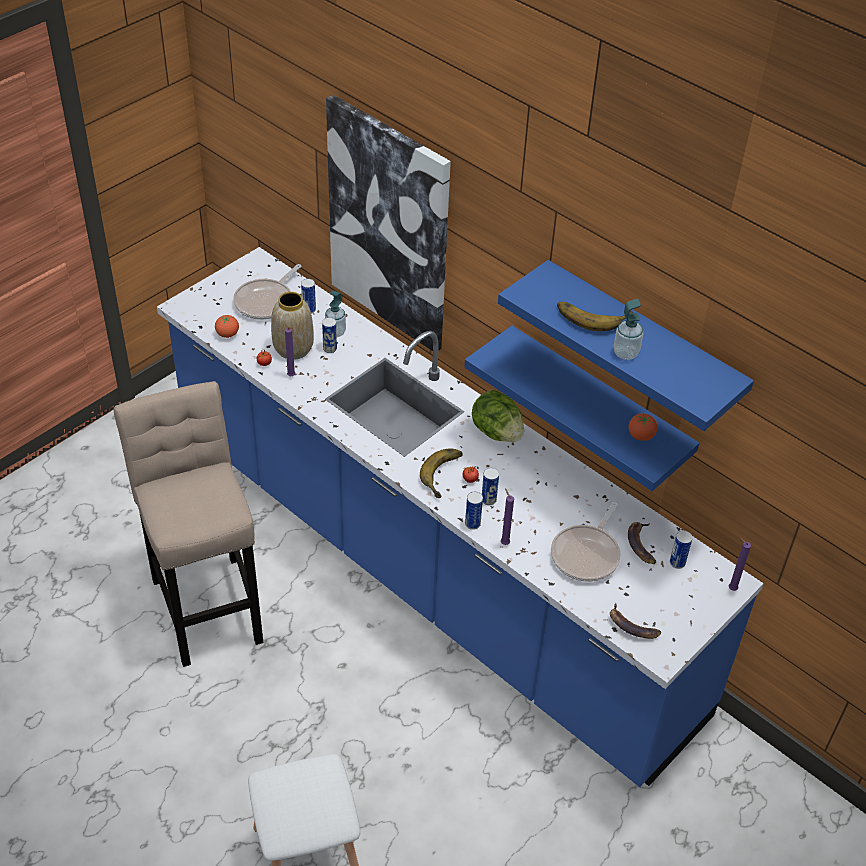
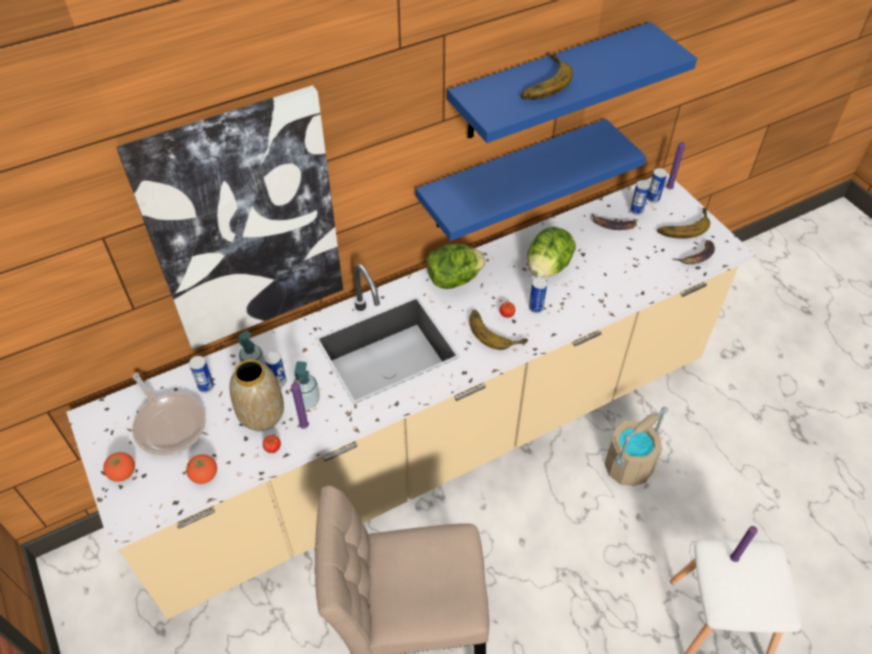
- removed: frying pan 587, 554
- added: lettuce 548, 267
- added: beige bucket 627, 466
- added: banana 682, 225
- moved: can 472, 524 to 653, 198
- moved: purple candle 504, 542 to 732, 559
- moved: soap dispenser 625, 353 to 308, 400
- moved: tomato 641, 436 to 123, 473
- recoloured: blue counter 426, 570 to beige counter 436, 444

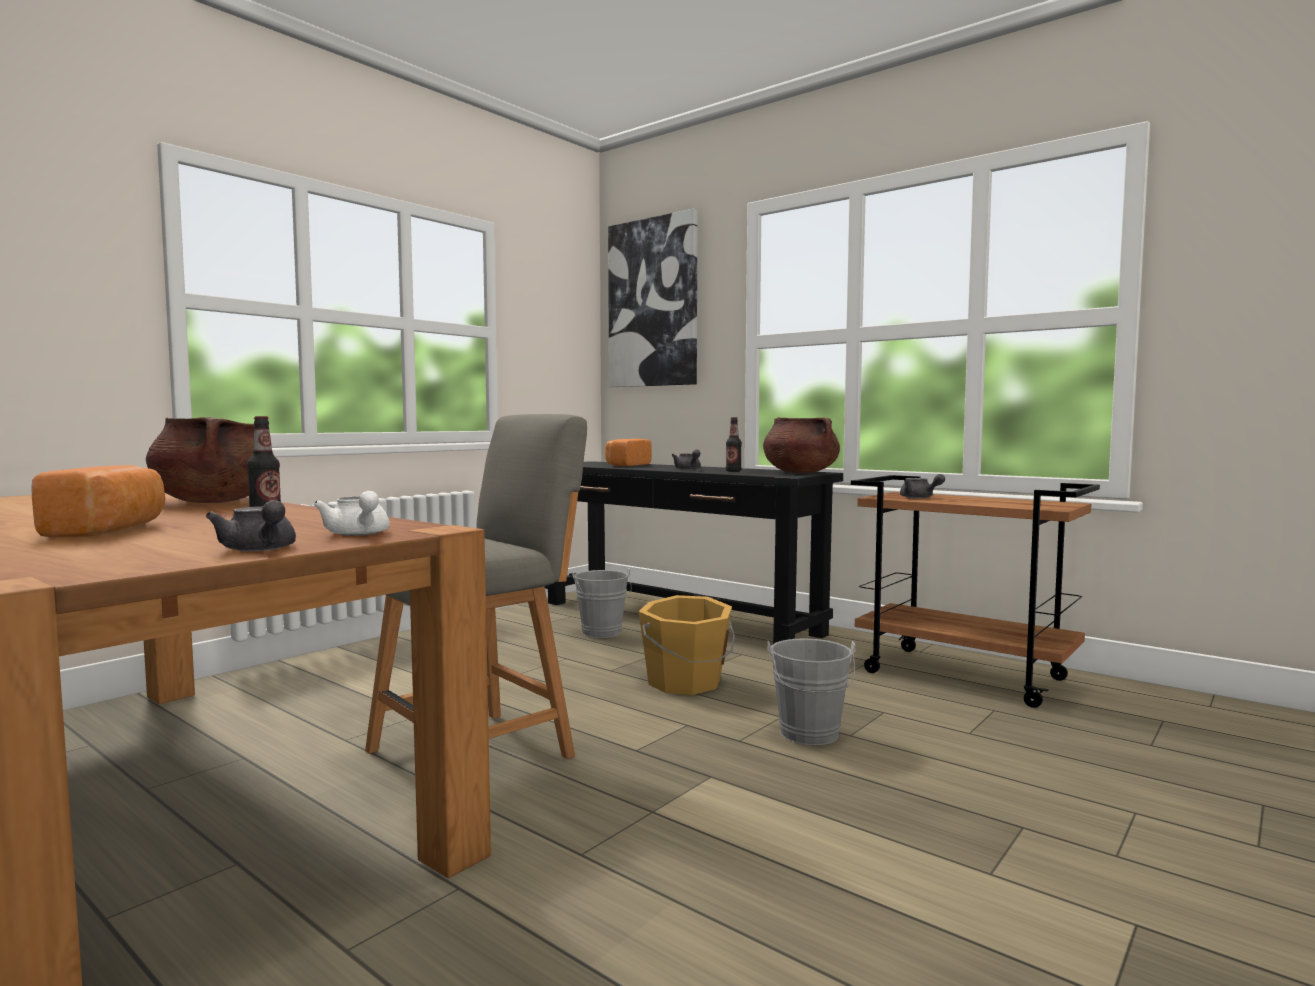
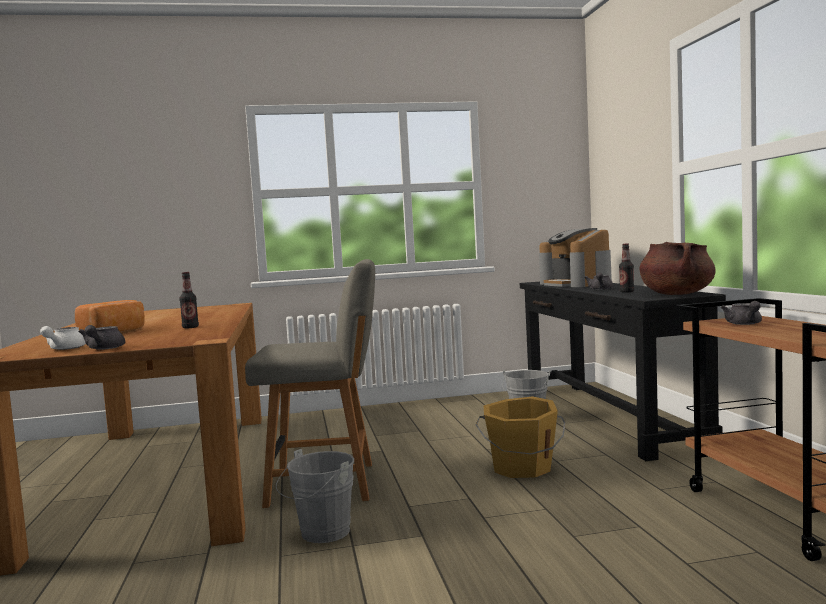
- removed: brown cooking pot 215, 502
- removed: picture 653, 303
- moved: white teapot 358, 535 to 63, 349
- moved: grey bucket 810, 736 to 321, 534
- replaced: bread 626, 465 to coffee machine 576, 284

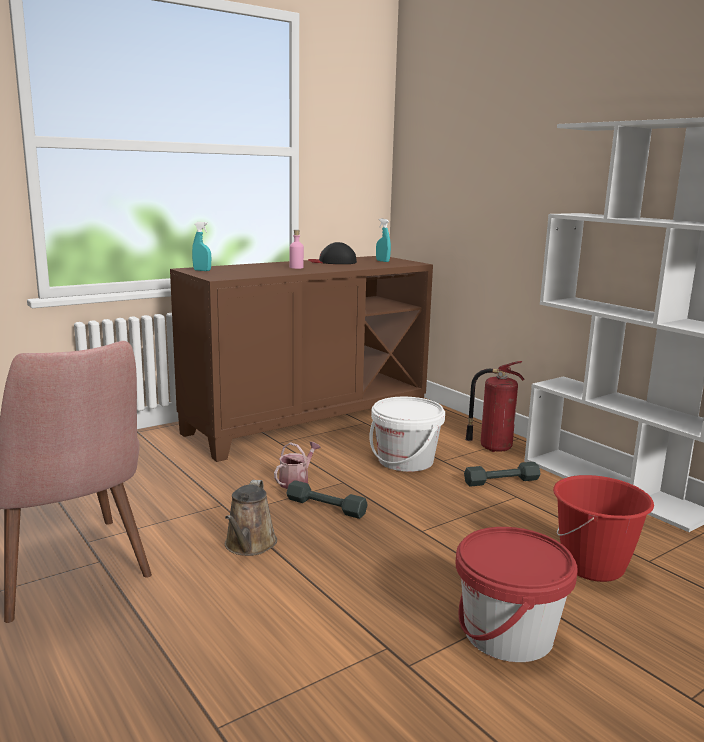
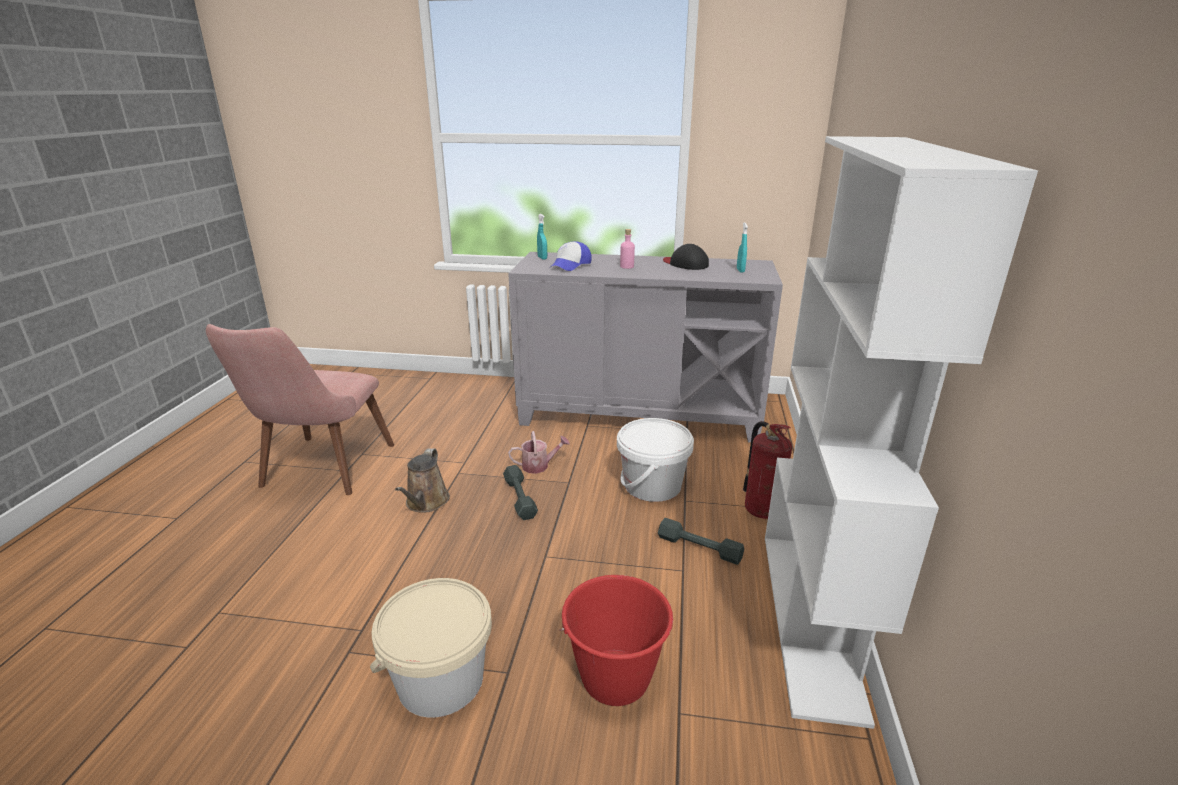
- added: cap 570, 265
- recoloured: brown cabinet 307, 422 to grey cabinet 639, 414
- recoloured: red bucket 508, 633 to beige bucket 440, 680
- turned: brown watering can 249, 545 = 426, 503 45 degrees counterclockwise

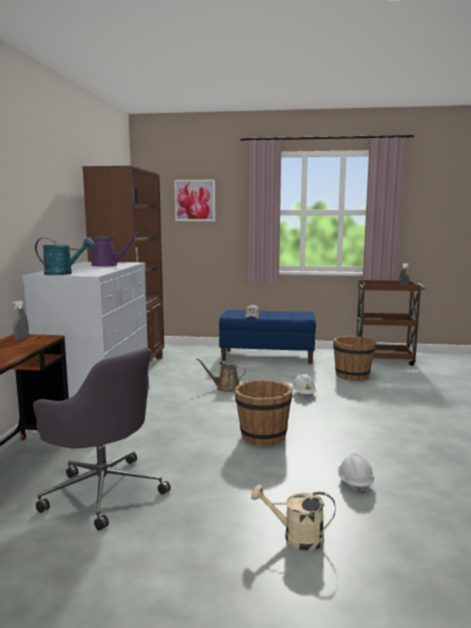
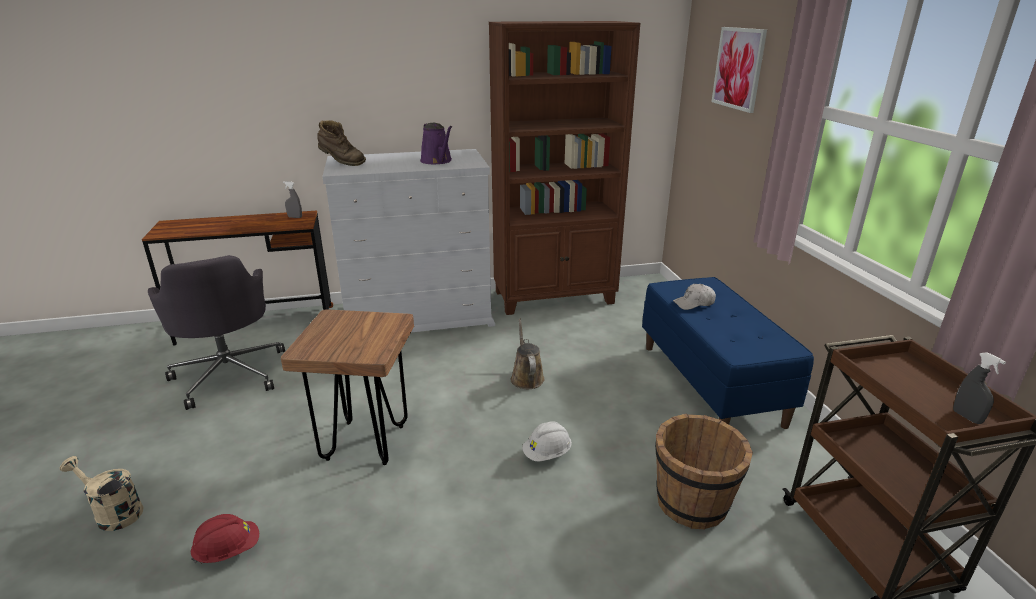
- replaced: turquoise watering can 63, 273 to brown boot 341, 163
- replaced: brown bucket 262, 436 to brown stool 366, 442
- recoloured: white hard hat 354, 483 to red hard hat 228, 550
- turned: grey office chair 103, 490 = 230, 374 45 degrees counterclockwise
- turned: beige watering can 296, 537 = 113, 513 60 degrees counterclockwise

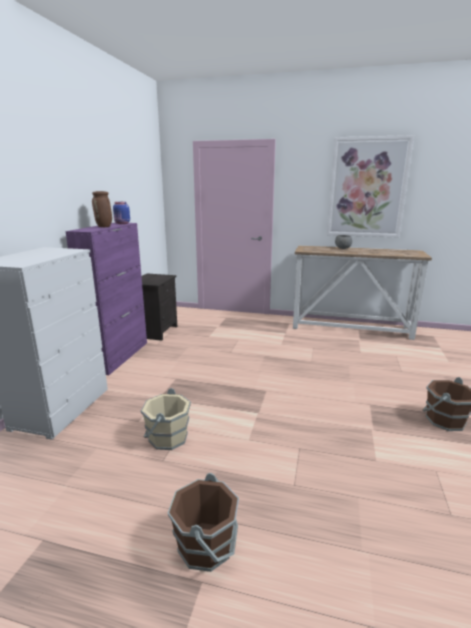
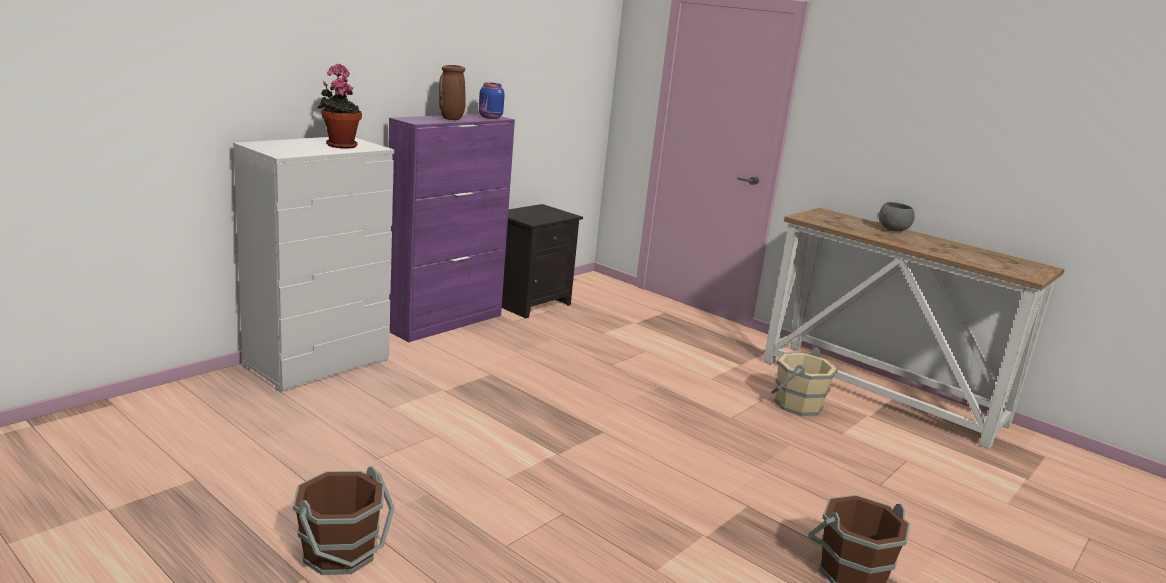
- removed: picture 367, 188
- added: potted plant 339, 145
- moved: beige bucket 167, 437 to 797, 404

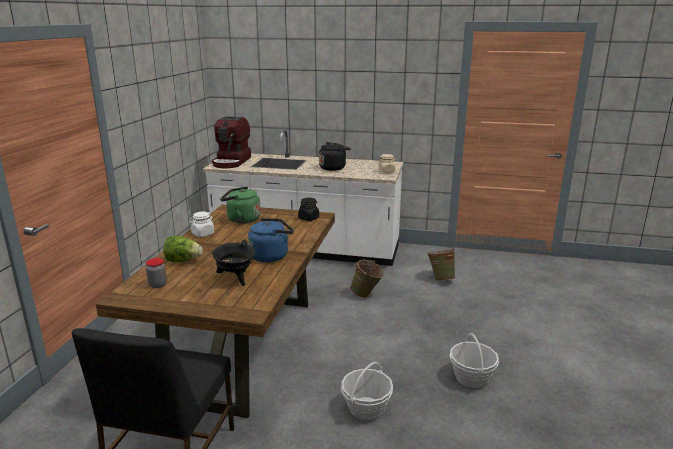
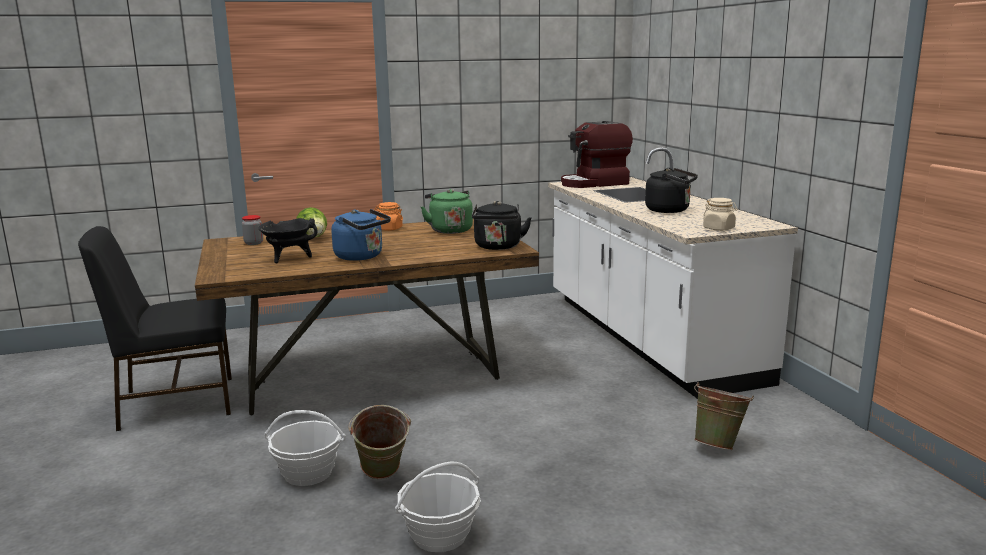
- moved: green bucket 367, 295 to 382, 477
- replaced: black jar 308, 218 to black kettle 498, 247
- recoloured: white jar 203, 234 to orange jar 389, 229

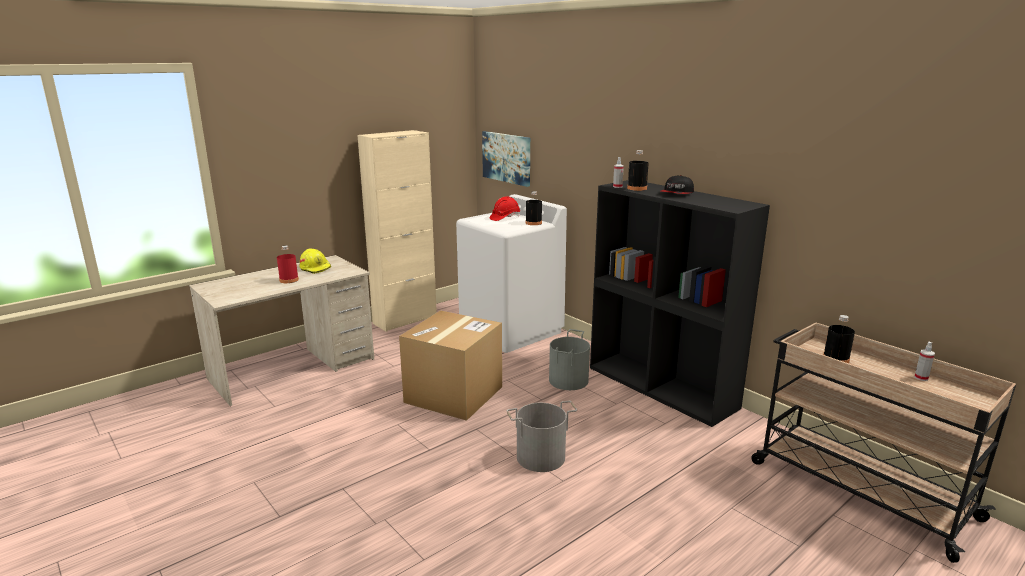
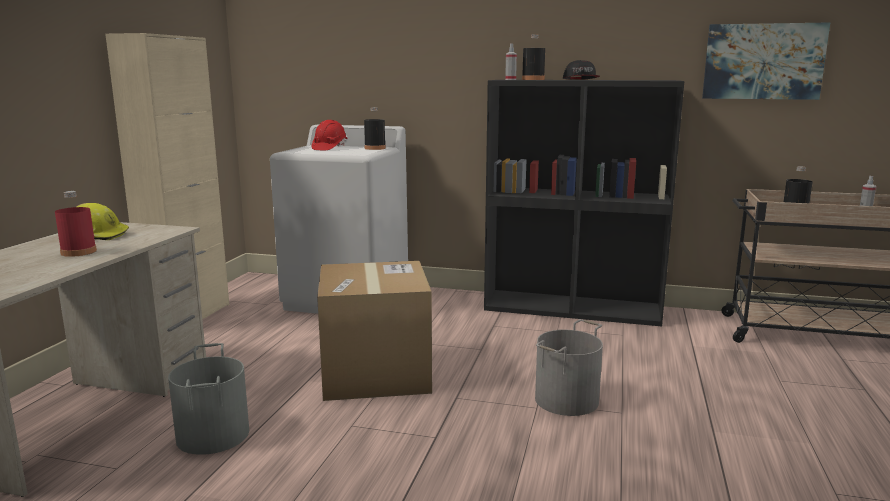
- moved: picture 507, 158 to 763, 61
- moved: grey bucket 569, 380 to 214, 435

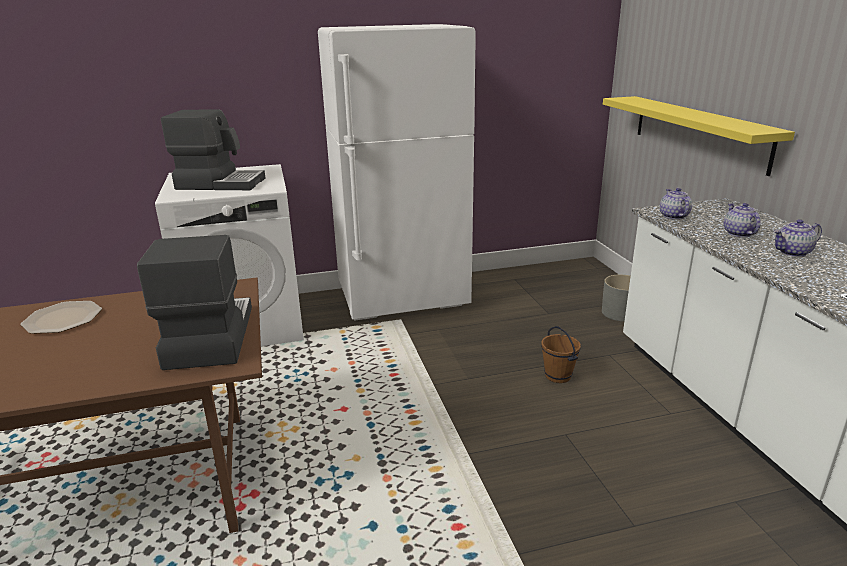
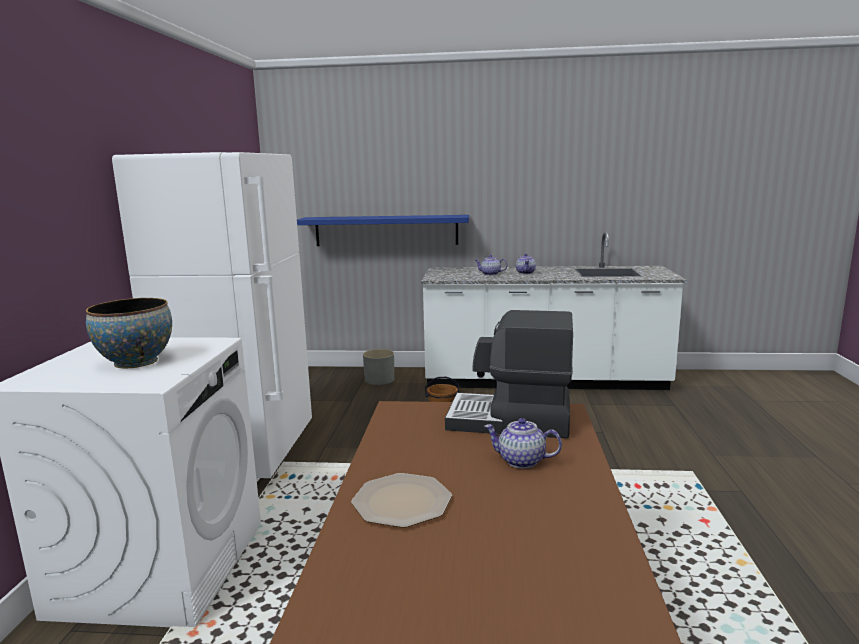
- moved: teapot 673, 216 to 521, 461
- replaced: coffee machine 220, 183 to bowl 136, 362
- recoloured: yellow shelf 698, 131 to blue shelf 386, 230

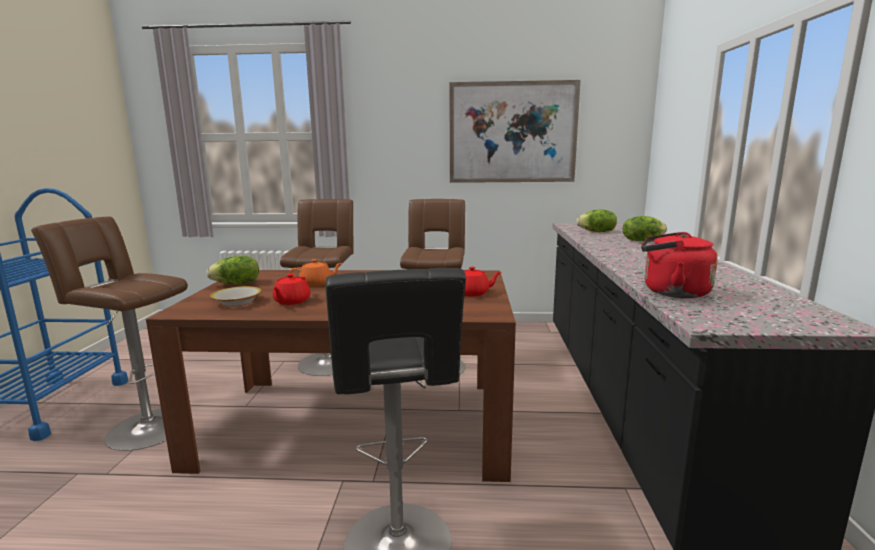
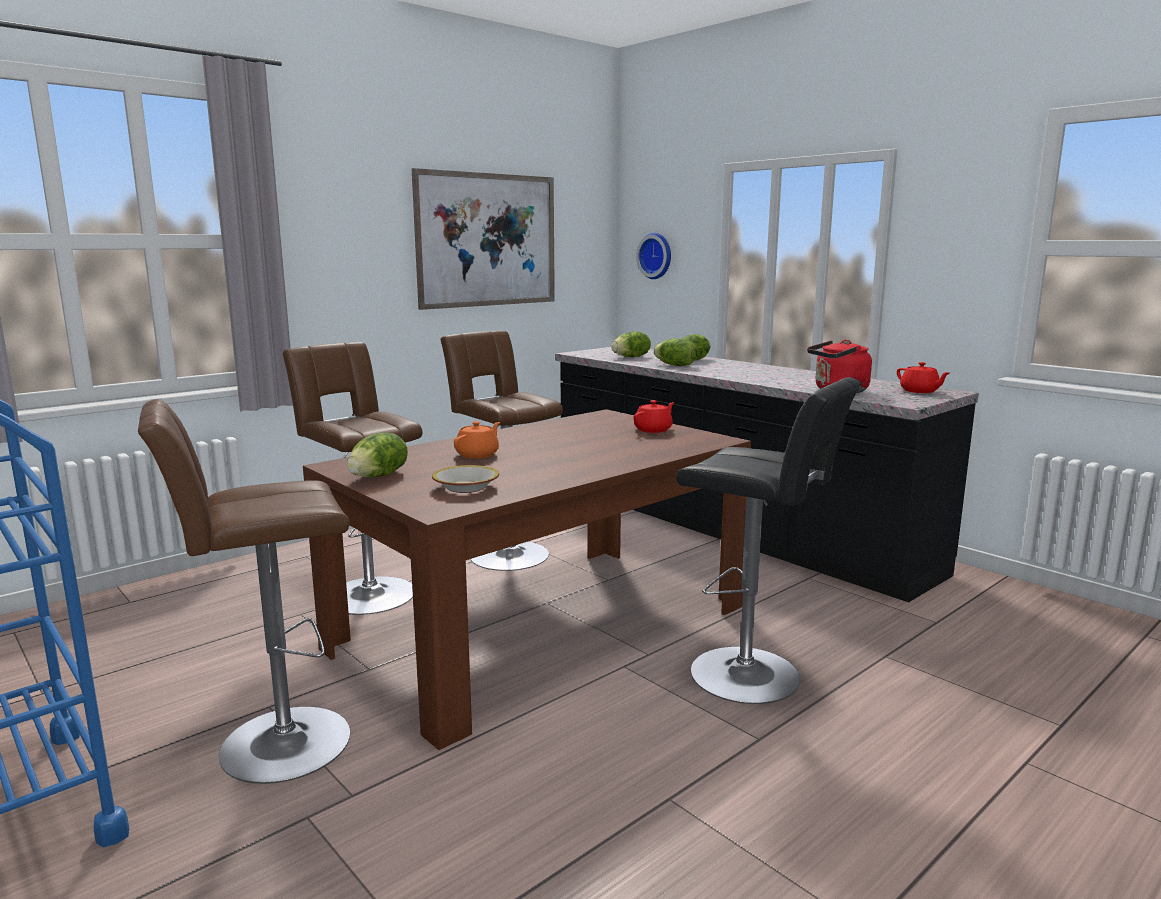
- added: wall clock 656, 256
- added: lettuce 675, 365
- moved: red teapot 291, 301 to 920, 391

